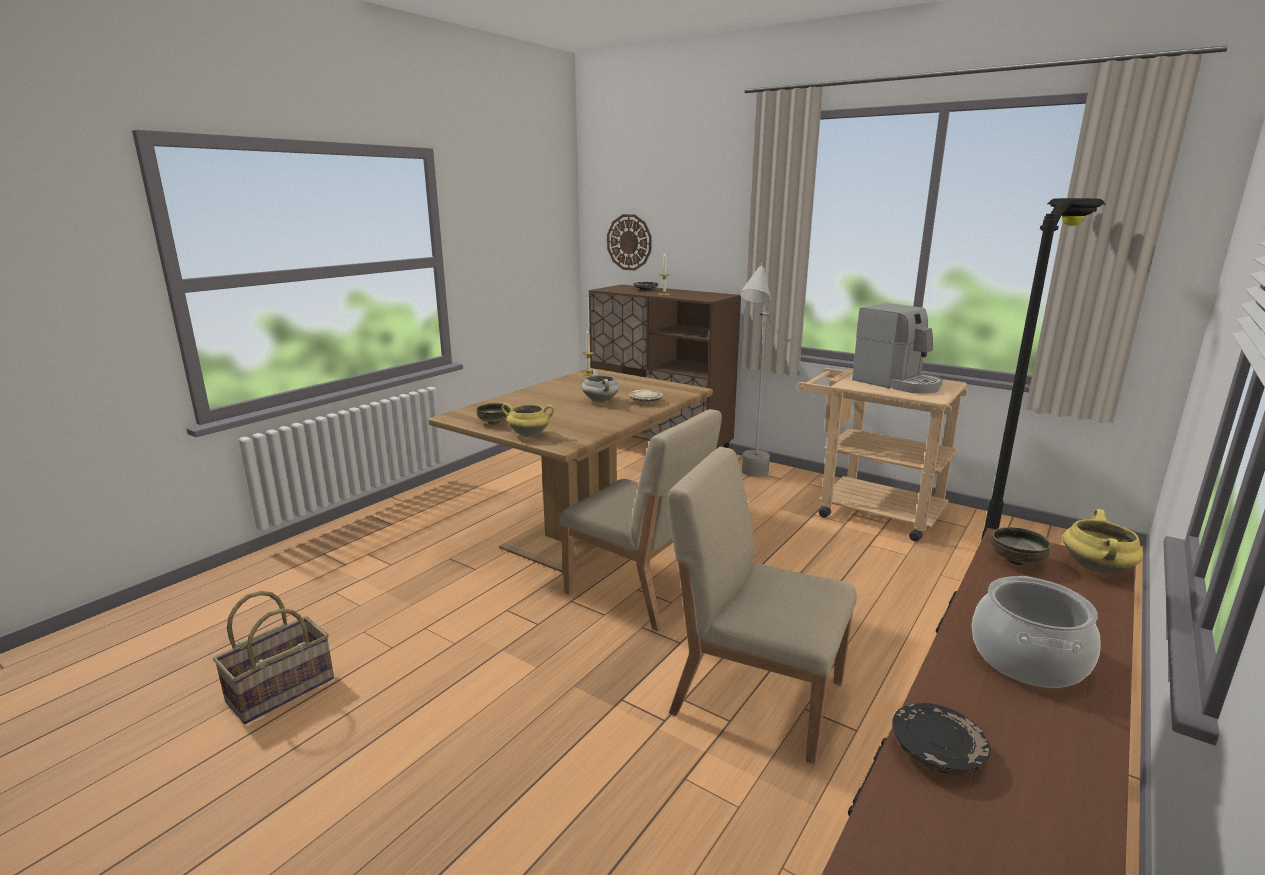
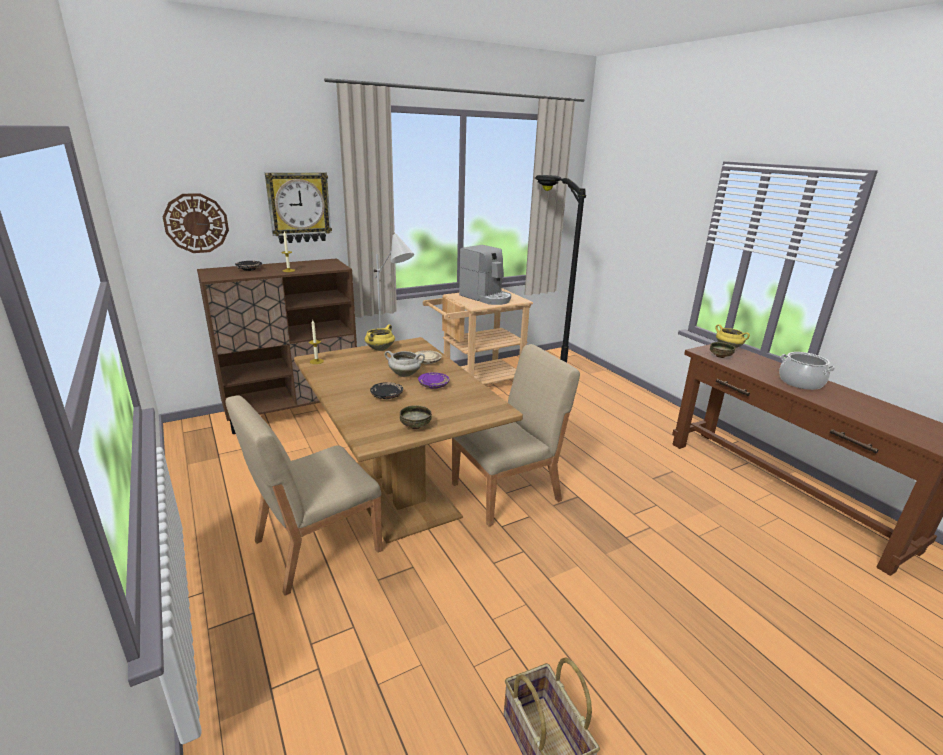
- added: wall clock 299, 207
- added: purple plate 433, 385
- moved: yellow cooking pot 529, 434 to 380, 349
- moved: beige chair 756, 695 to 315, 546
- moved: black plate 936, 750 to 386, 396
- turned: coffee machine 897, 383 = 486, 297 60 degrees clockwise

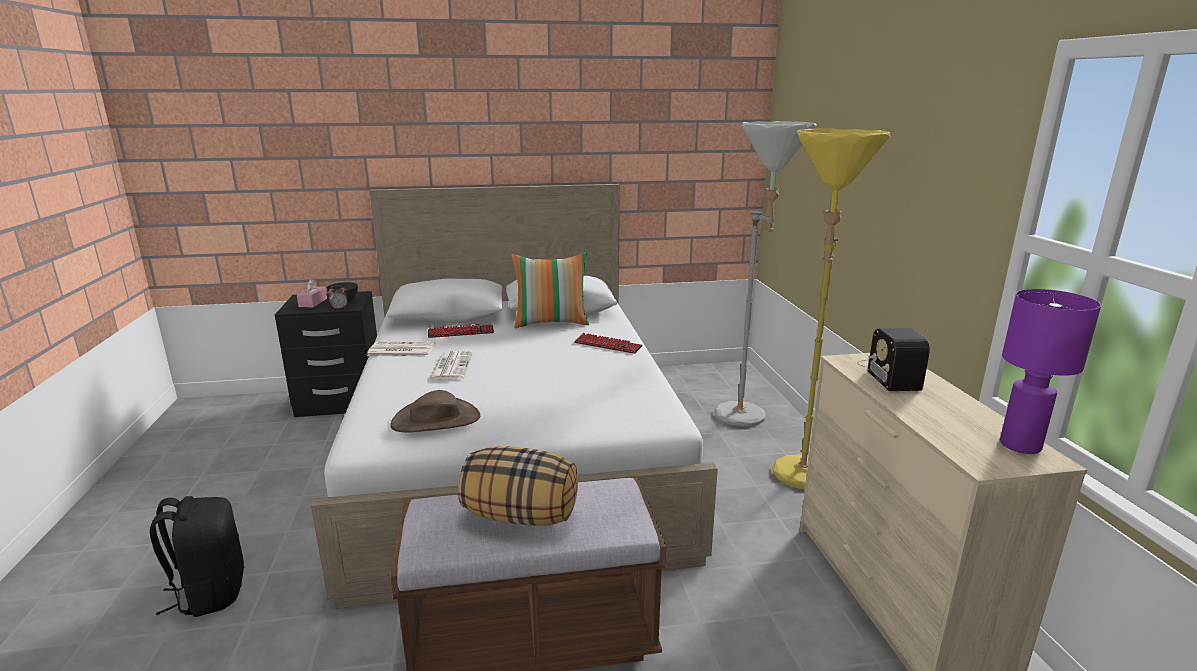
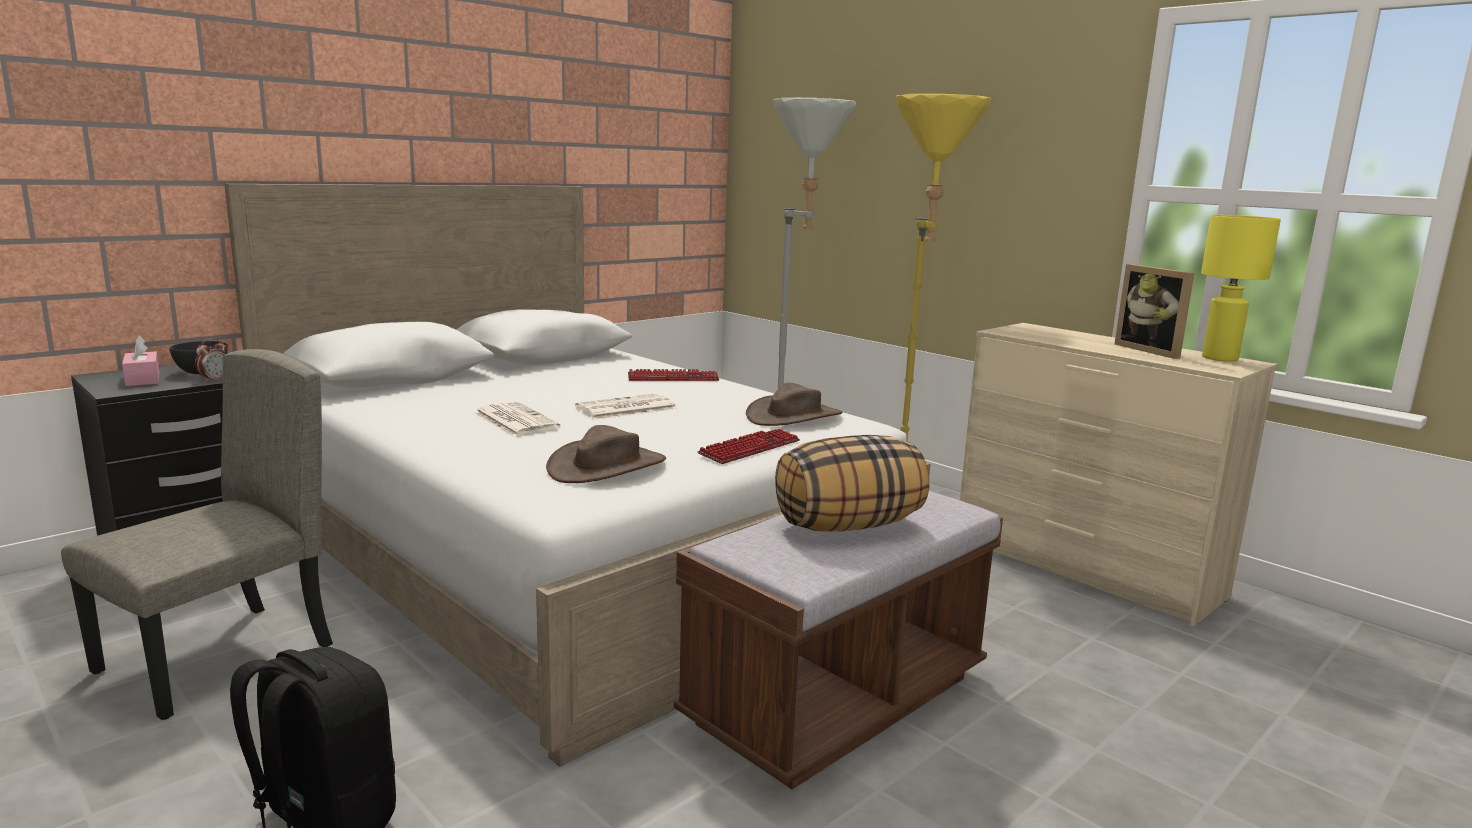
- removed: pillow 551, 322
- removed: radio 889, 373
- added: beige chair 217, 659
- added: brown hat 793, 416
- added: picture frame 1152, 350
- moved: newspaper 400, 350 to 625, 408
- moved: keyboard 461, 332 to 750, 448
- recoloured: purple table lamp 1021, 446 to yellow table lamp 1221, 358

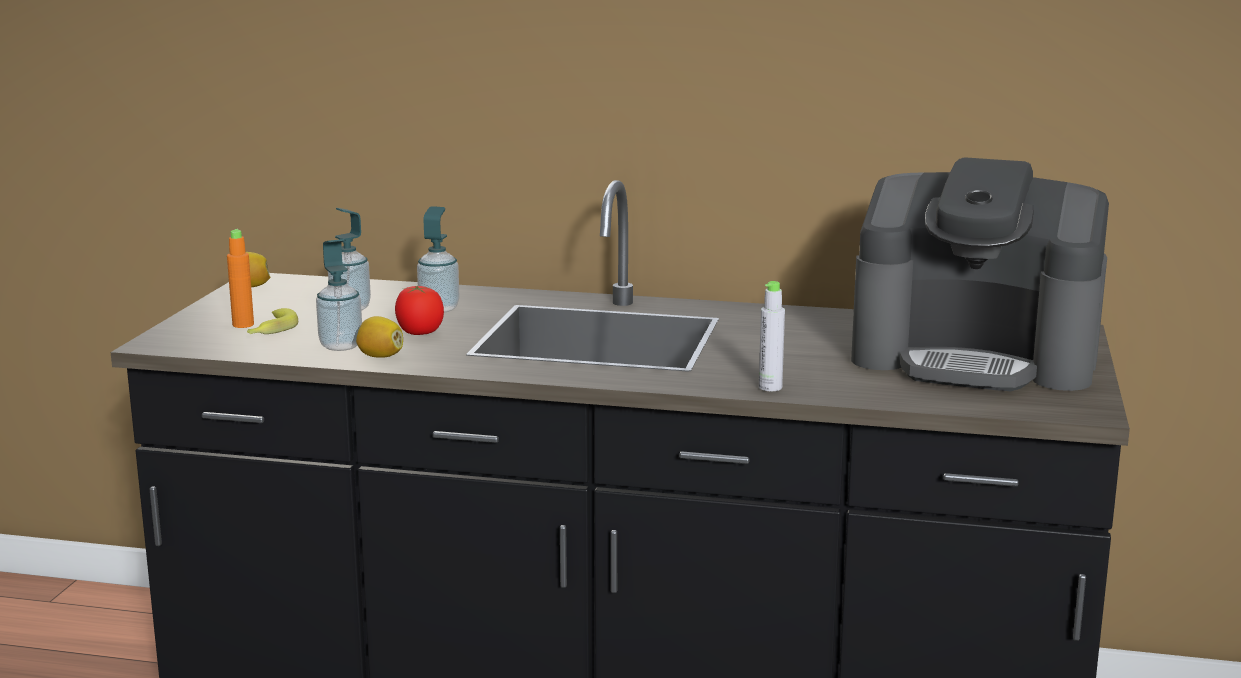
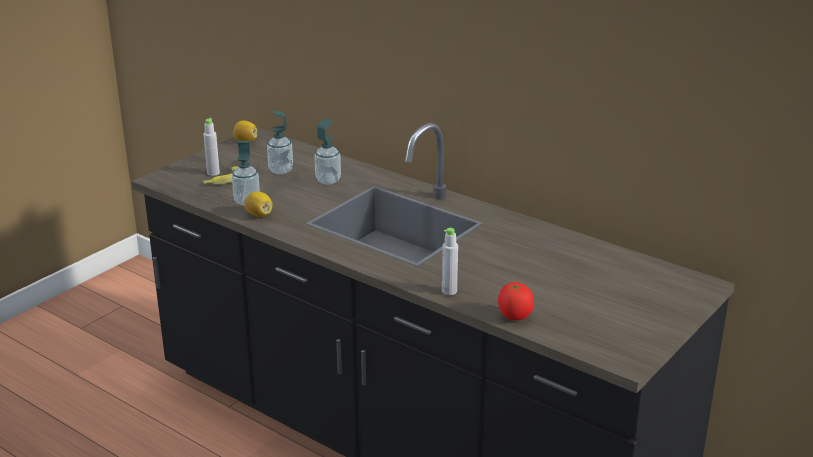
- removed: coffee machine 976, 357
- moved: tomato 419, 333 to 514, 316
- recoloured: orange bottle 243, 325 to grey bottle 213, 173

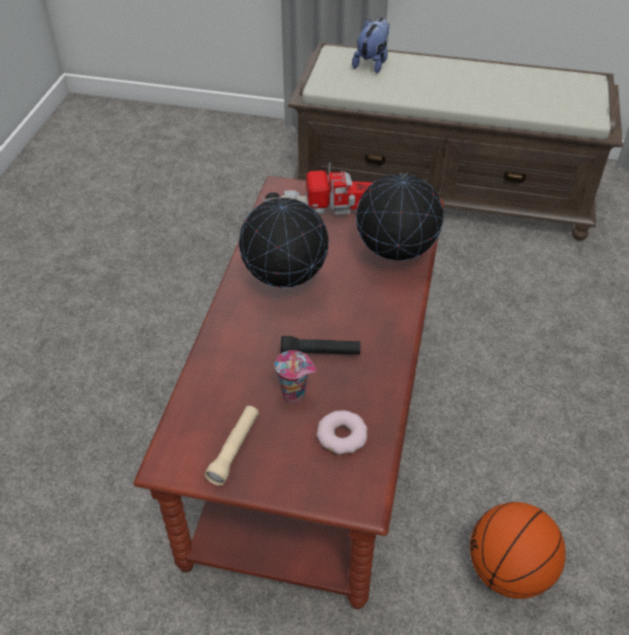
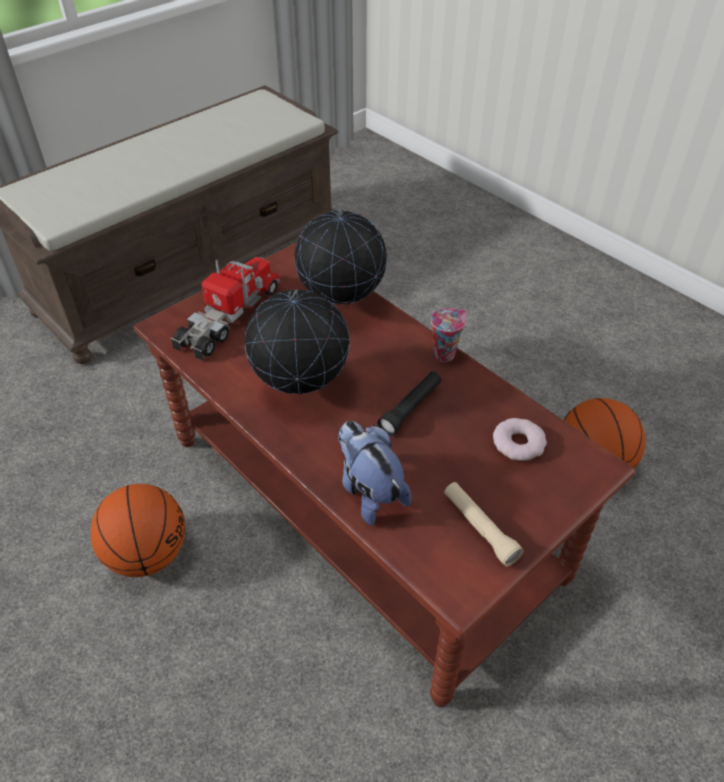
- added: basketball 147, 553
- moved: cup 295, 395 to 445, 354
- moved: plush toy 372, 63 to 369, 491

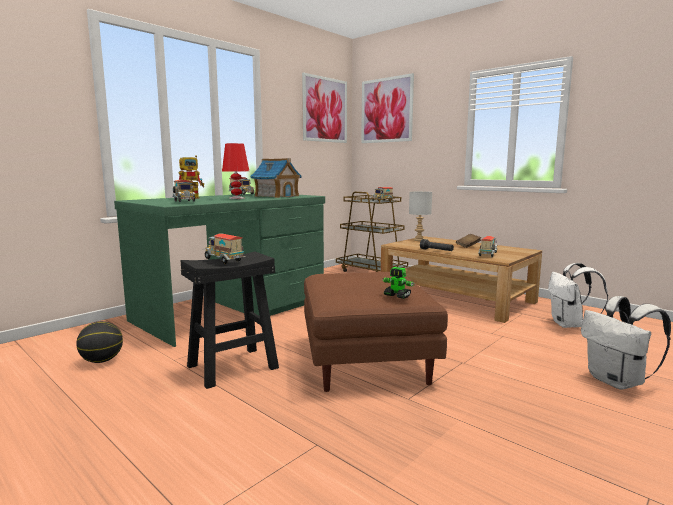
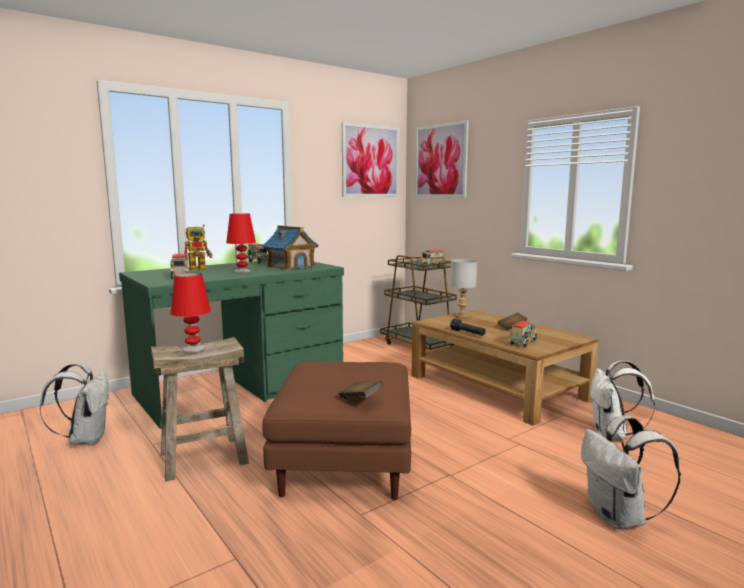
- replaced: basketball 102, 360 to white backpack 86, 439
- replaced: toy truck 224, 261 to red table lamp 193, 349
- replaced: toy robot 397, 296 to brown book 360, 399
- recoloured: black stool 232, 367 to beige stool 203, 458

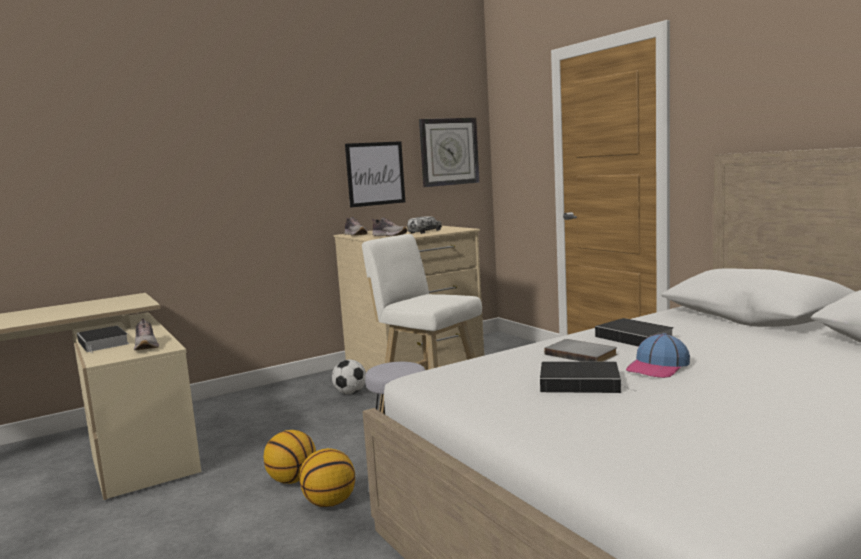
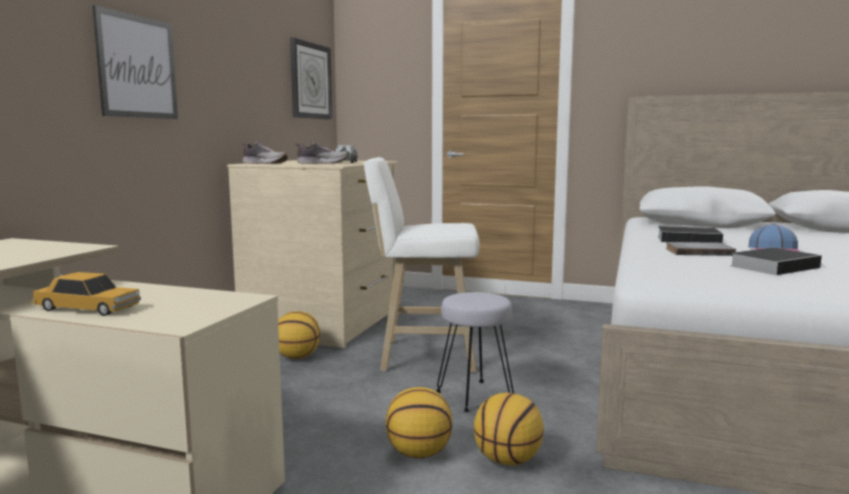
- removed: shoe 146, 346
- moved: picture 375, 173 to 137, 67
- replaced: book 104, 343 to toy car 88, 308
- replaced: football 350, 393 to basketball 297, 357

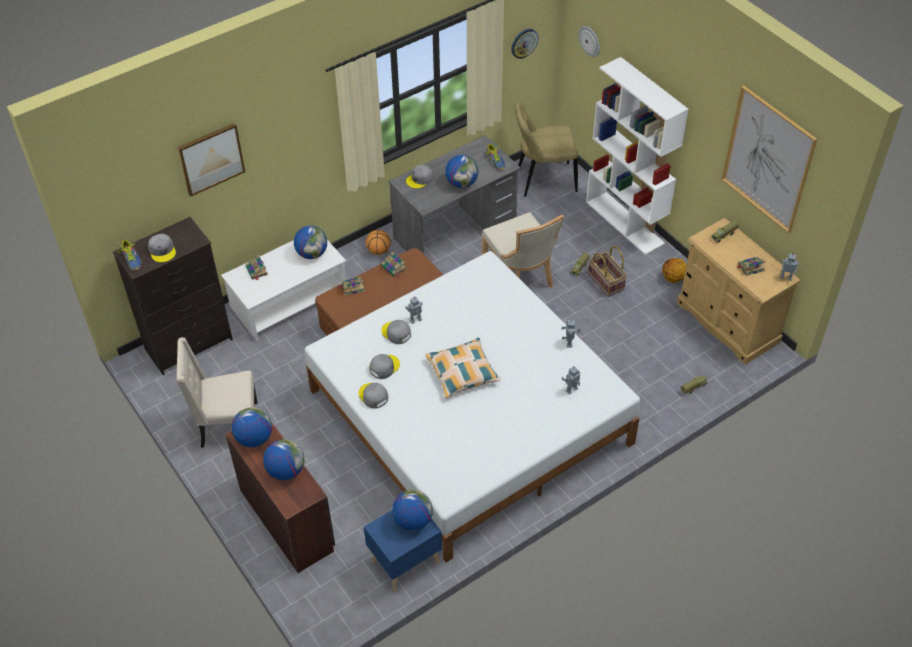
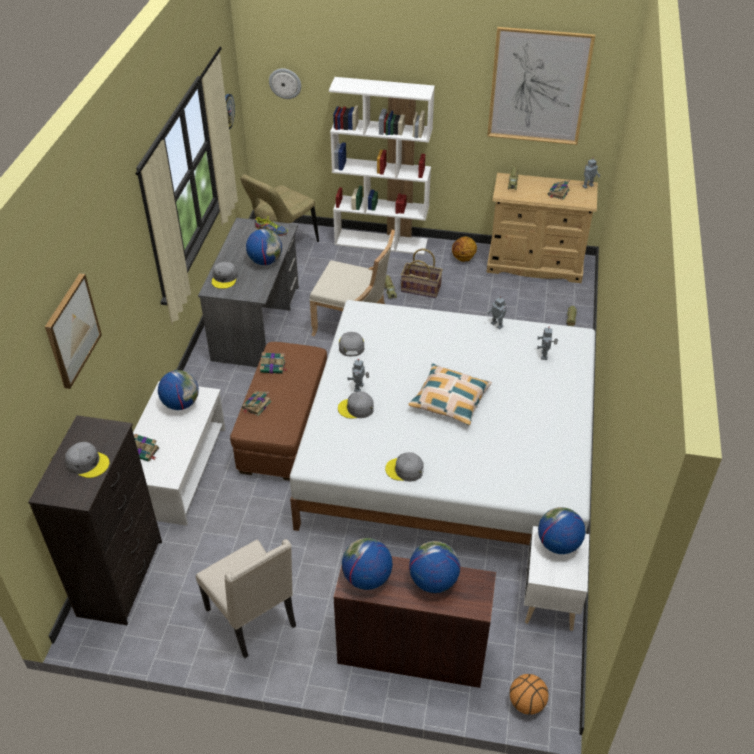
- removed: shoe 132, 259
- moved: basketball 378, 251 to 526, 703
- moved: grey cap 384, 367 to 351, 345
- recoloured: blue nightstand 404, 562 to white nightstand 548, 600
- turned: beige chair 228, 426 = 253, 618 75 degrees counterclockwise

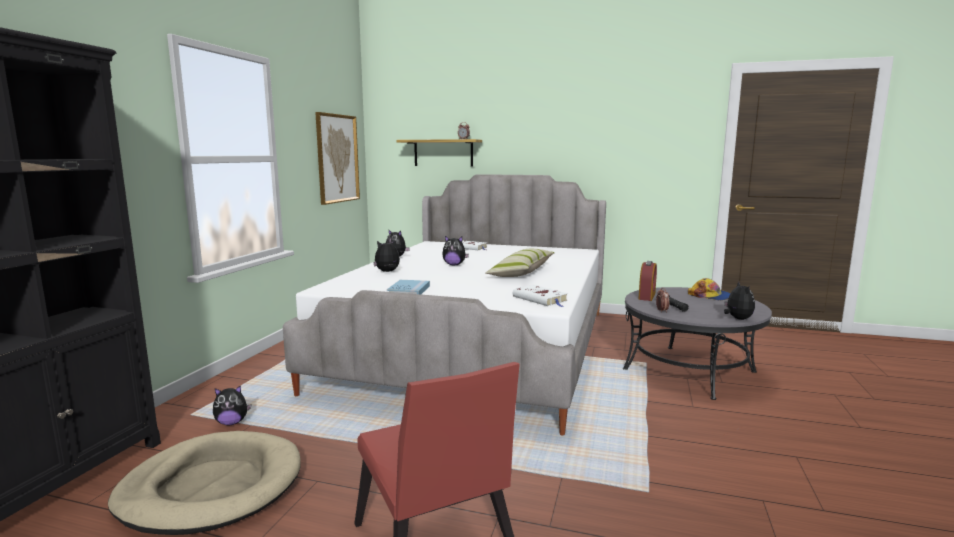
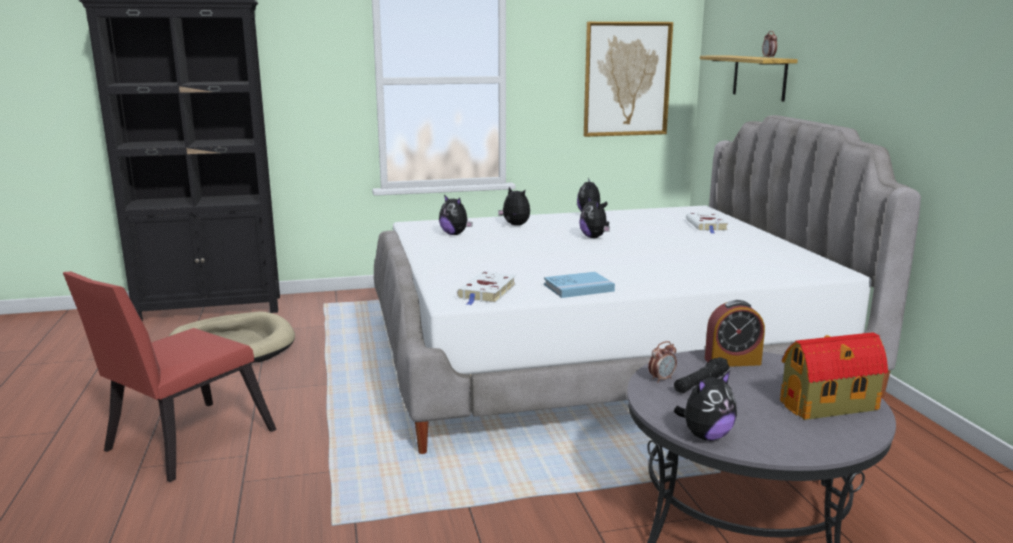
- removed: pillow 521, 272
- moved: plush toy 232, 422 to 455, 234
- moved: blue book 409, 290 to 578, 288
- replaced: cap 710, 296 to toy house 830, 405

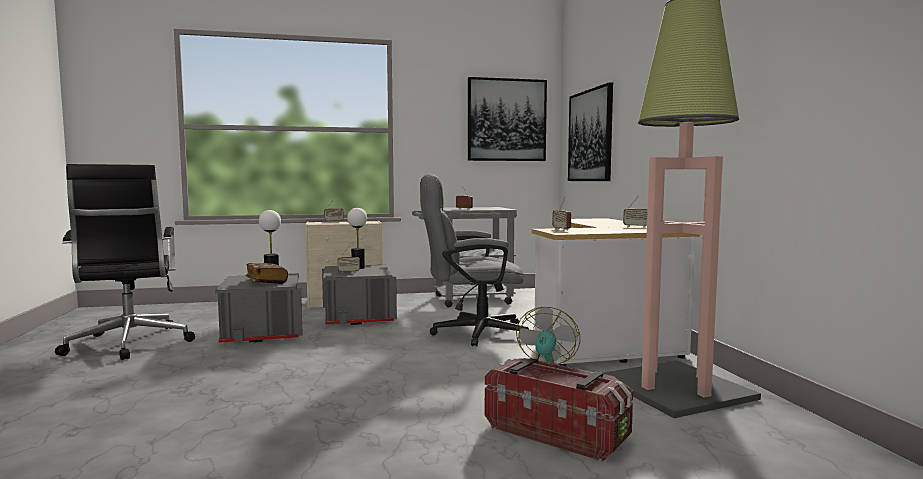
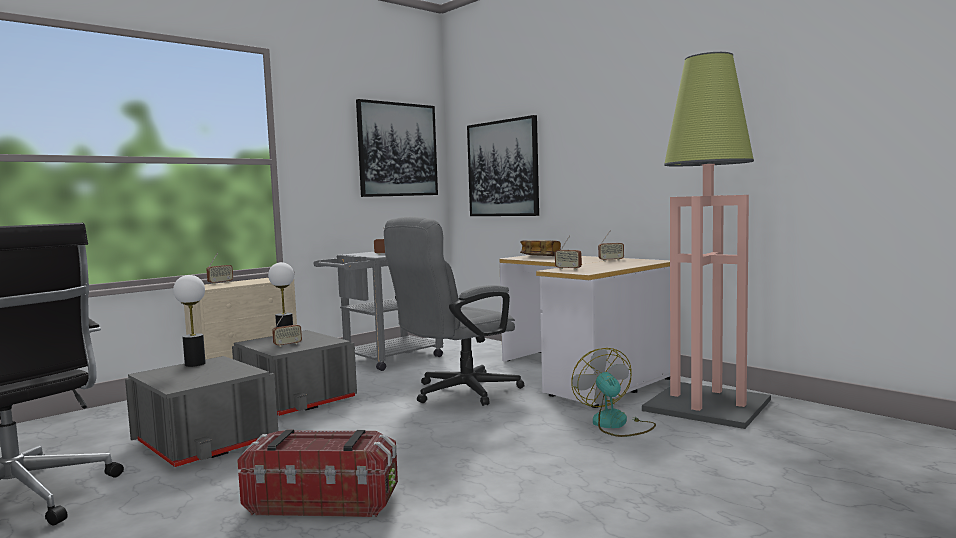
- moved: book 266, 282 to 540, 257
- moved: storage box 556, 432 to 323, 501

